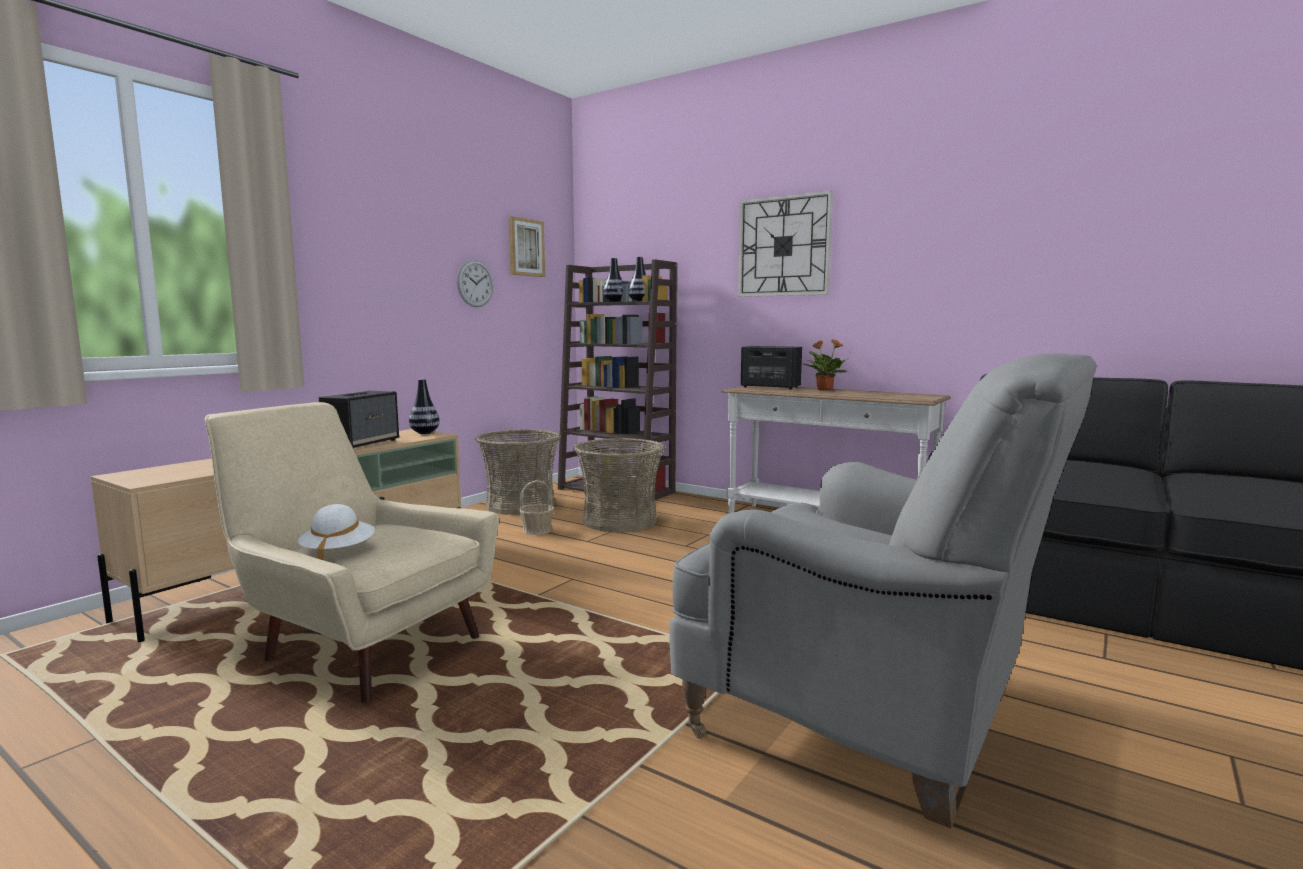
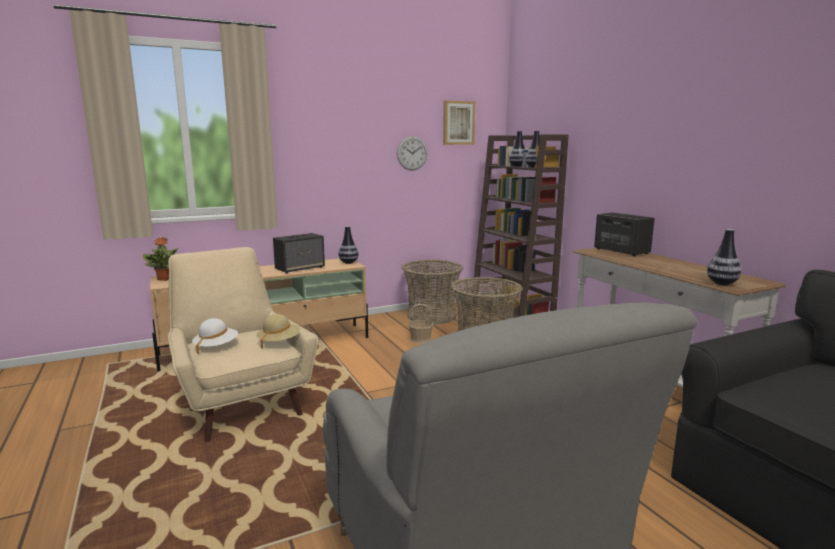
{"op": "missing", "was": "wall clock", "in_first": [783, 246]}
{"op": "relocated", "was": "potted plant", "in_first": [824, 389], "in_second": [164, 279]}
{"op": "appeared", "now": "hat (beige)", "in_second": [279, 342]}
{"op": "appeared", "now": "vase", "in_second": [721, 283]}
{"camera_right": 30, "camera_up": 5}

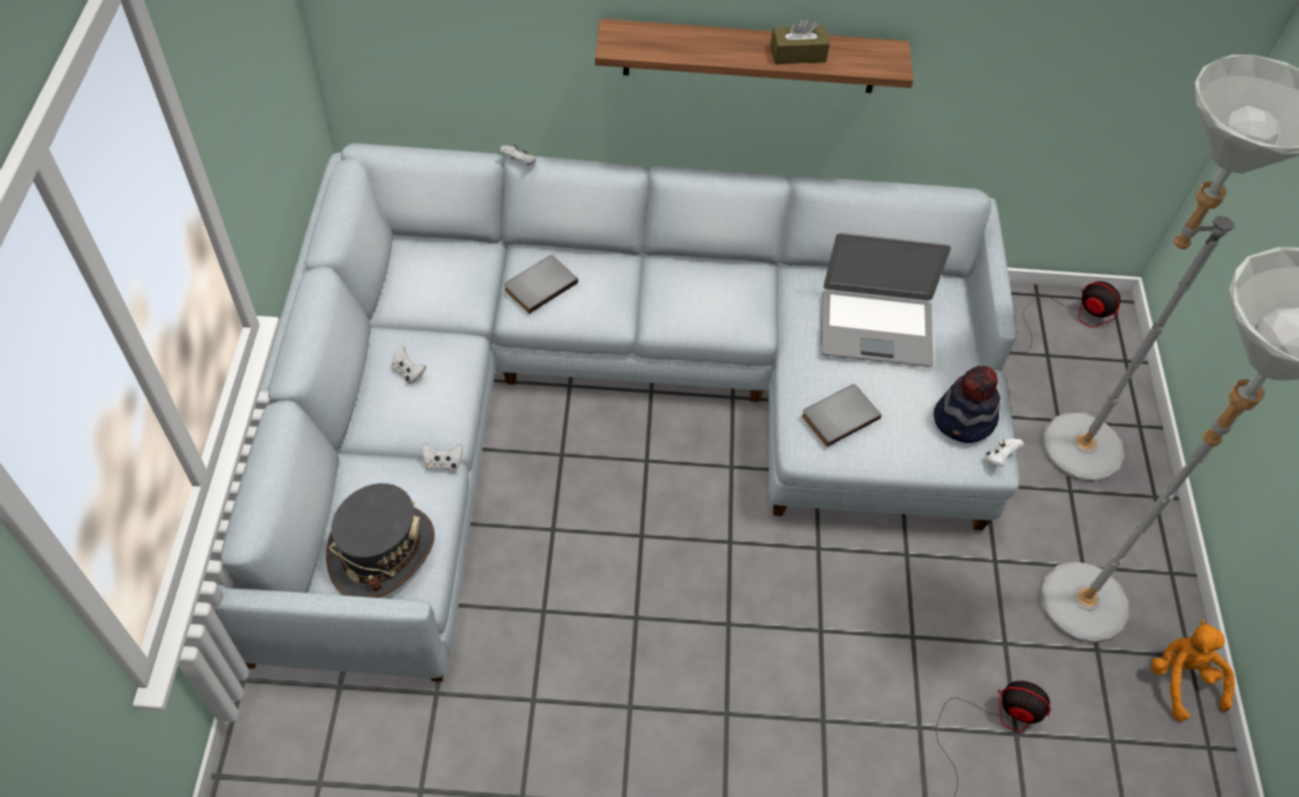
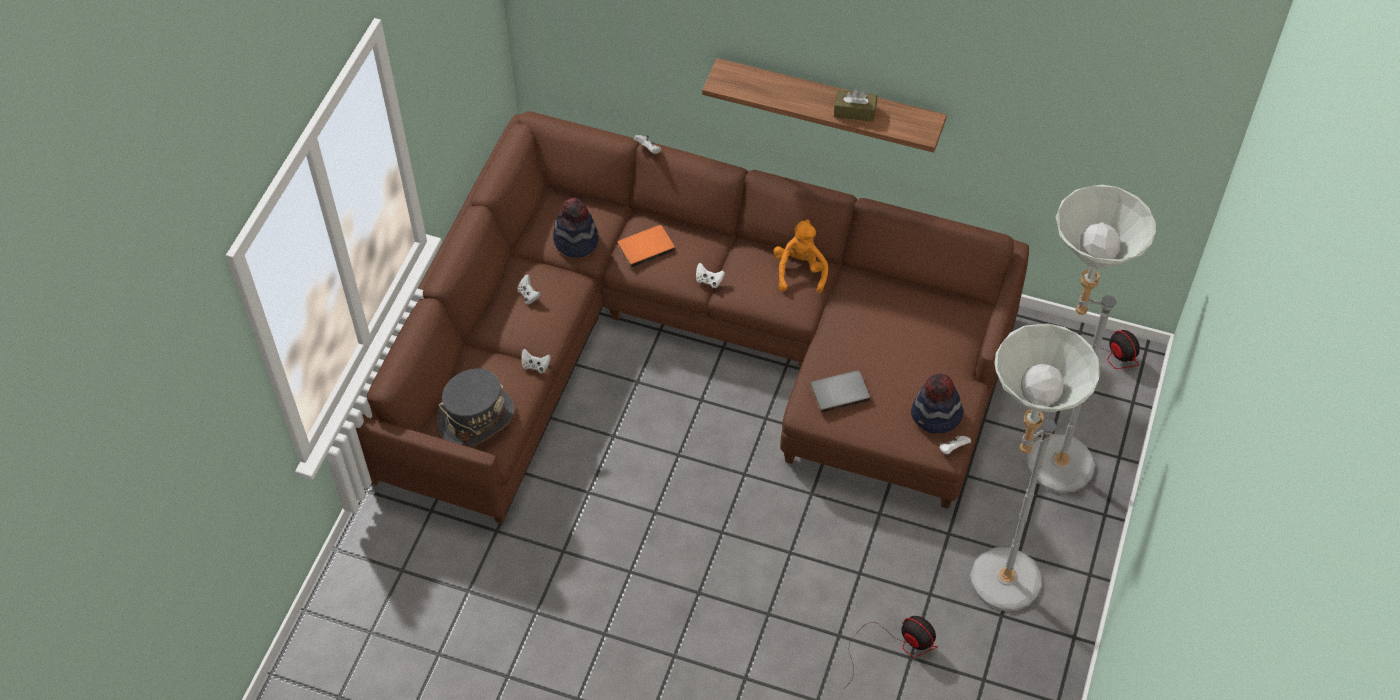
{"op": "colour", "was": "sofa (grey)", "now": "sofa (brown)", "in_first": [611, 399], "in_second": [689, 347]}
{"op": "colour", "was": "book (grey)", "now": "book (orange)", "in_first": [539, 284], "in_second": [645, 246]}
{"op": "missing", "was": "laptop", "in_first": [875, 327]}
{"op": "relocated", "was": "plush toy (orange)", "in_first": [1181, 680], "in_second": [800, 271]}
{"op": "appeared", "now": "hat", "in_second": [576, 240]}
{"op": "appeared", "now": "game controller (white)", "in_second": [709, 281]}
{"camera_right": 20, "camera_up": 0}

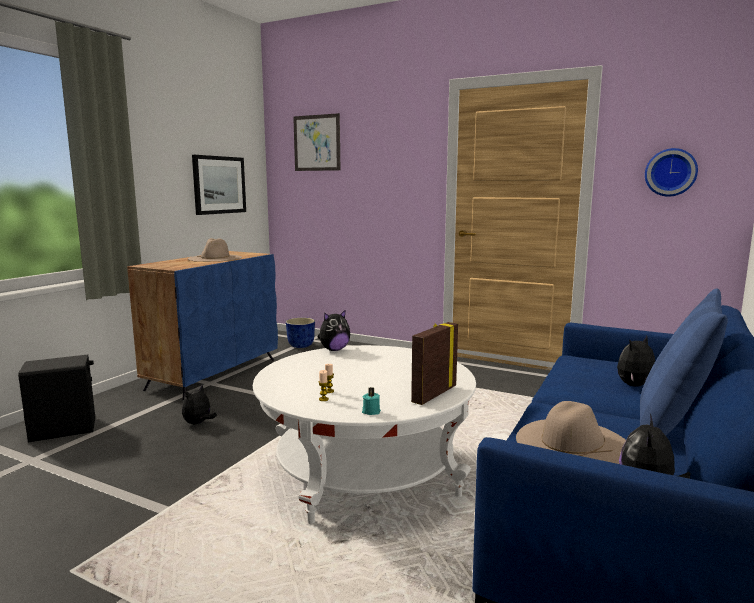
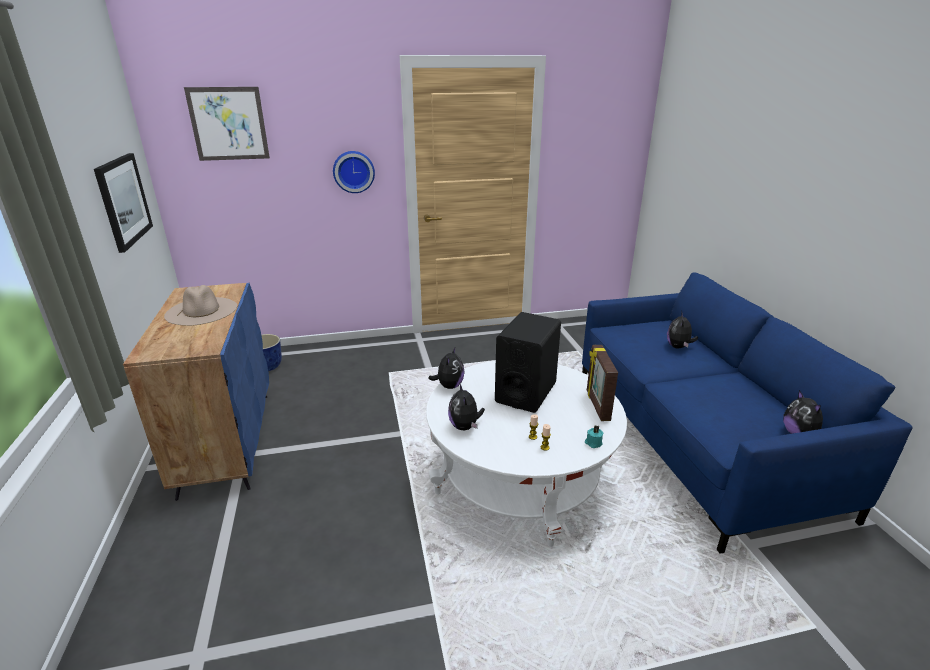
{"op": "relocated", "was": "speaker (black)", "in_first": [64, 429], "in_second": [526, 392]}
{"op": "relocated", "was": "plush toy", "in_first": [198, 423], "in_second": [465, 426]}
{"op": "missing", "was": "hat (beige)", "in_first": [572, 443]}
{"op": "missing", "was": "pillow (blue)", "in_first": [672, 425]}
{"op": "relocated", "was": "wall clock", "in_first": [670, 172], "in_second": [353, 171]}
{"camera_right": -40, "camera_up": 15}

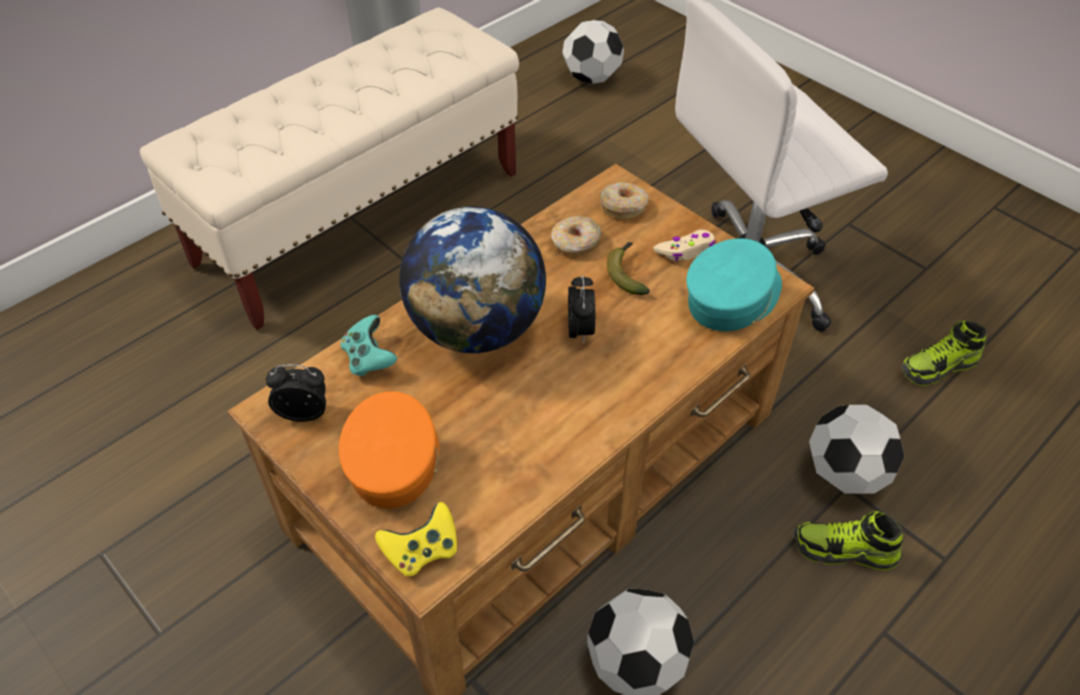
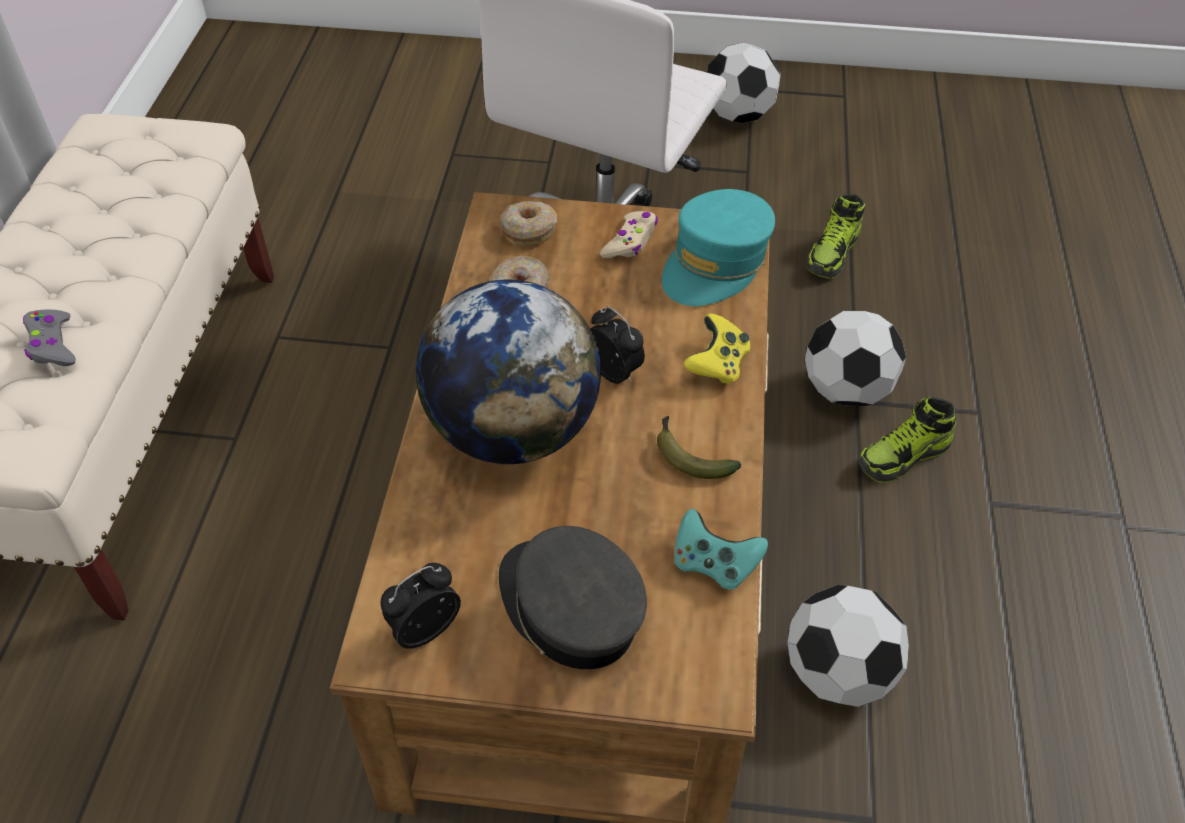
{"op": "colour", "was": "cap (orange)", "now": "cap (grey)", "in_first": [394, 458], "in_second": [569, 609]}
{"op": "relocated", "was": "game controller (turquoise)", "in_first": [369, 358], "in_second": [713, 564]}
{"op": "relocated", "was": "game controller (yellow)", "in_first": [422, 551], "in_second": [717, 365]}
{"op": "relocated", "was": "football", "in_first": [592, 78], "in_second": [738, 115]}
{"op": "relocated", "was": "banana", "in_first": [627, 273], "in_second": [689, 456]}
{"op": "spun", "was": "cap (turquoise)", "in_first": [732, 298], "in_second": [715, 263], "clockwise": -150}
{"op": "appeared", "now": "game controller (grey)", "in_second": [52, 345]}
{"camera_right": -40, "camera_up": 0}

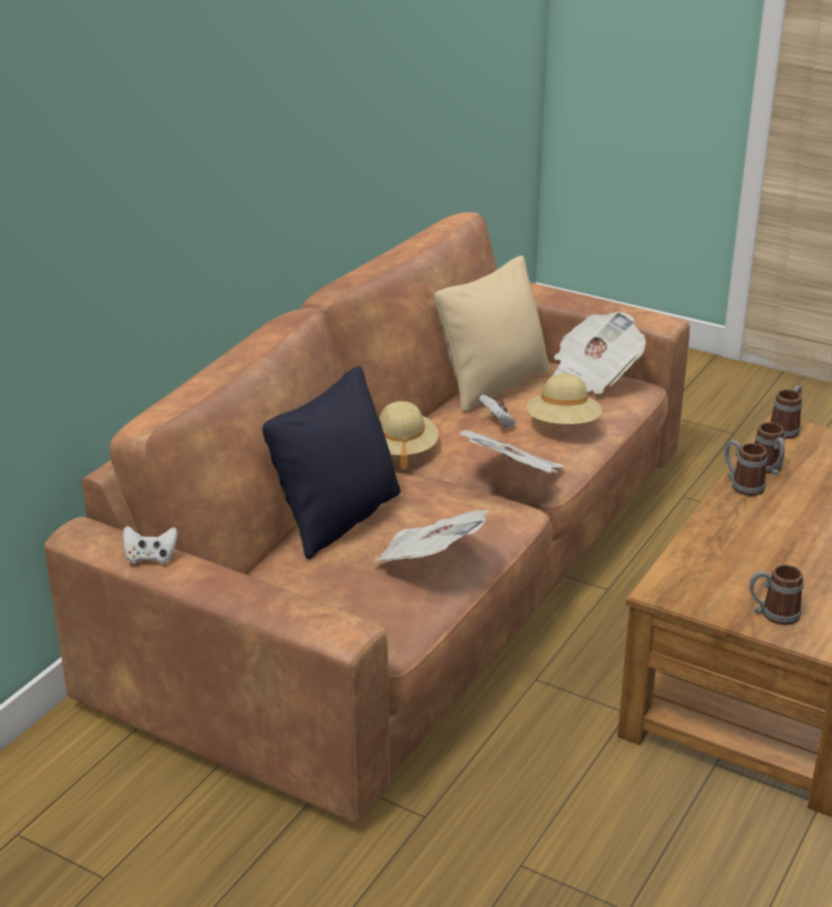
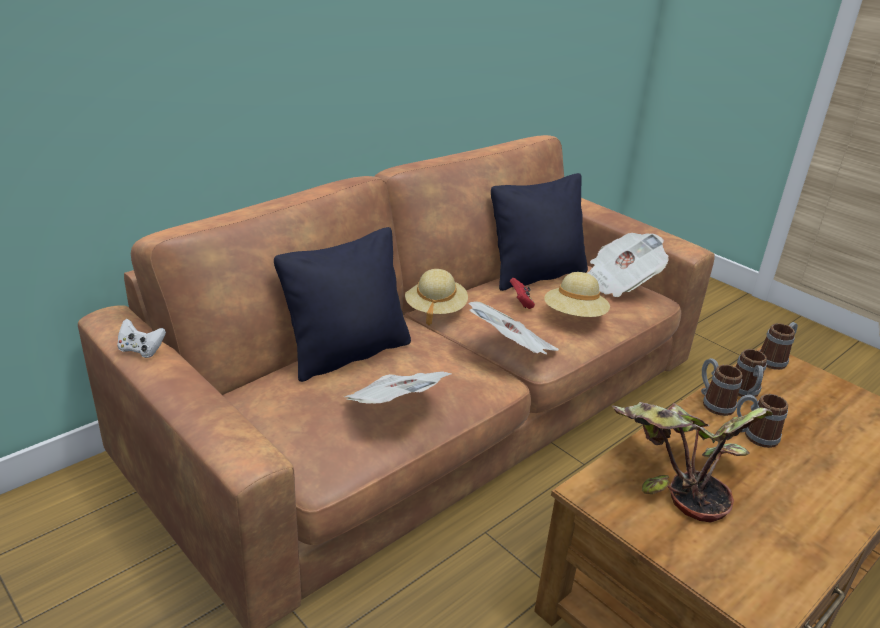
{"op": "colour", "was": "pillow (beige)", "now": "pillow (black)", "in_first": [494, 385], "in_second": [536, 275]}
{"op": "colour", "was": "game controller (white)", "now": "game controller (red)", "in_first": [498, 422], "in_second": [521, 303]}
{"op": "relocated", "was": "mug", "in_first": [772, 614], "in_second": [754, 435]}
{"op": "appeared", "now": "potted plant", "in_second": [672, 474]}
{"camera_right": 15, "camera_up": 0}

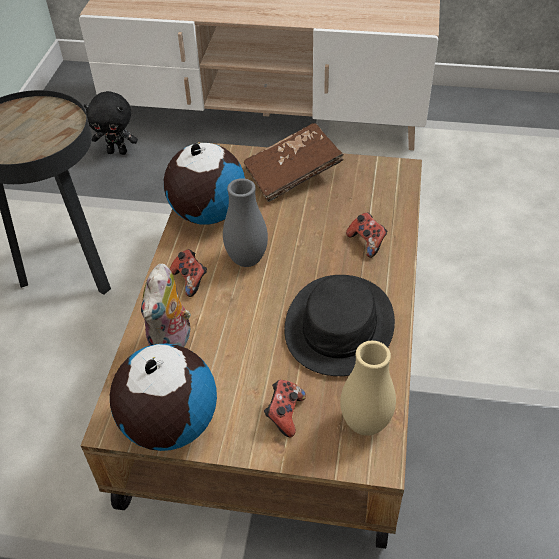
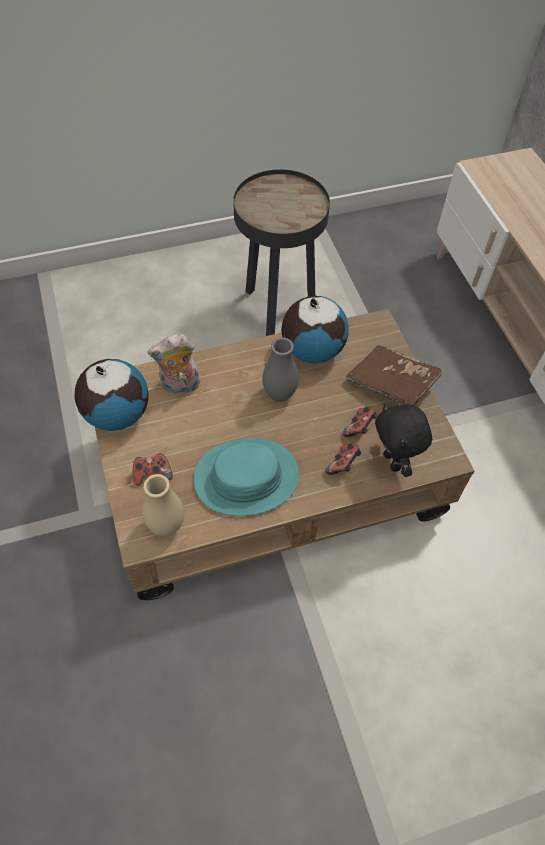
{"op": "relocated", "was": "plush toy (black)", "in_first": [118, 152], "in_second": [393, 461]}
{"op": "relocated", "was": "game controller", "in_first": [190, 280], "in_second": [359, 428]}
{"op": "colour", "was": "hat (black)", "now": "hat (turquoise)", "in_first": [340, 326], "in_second": [246, 478]}
{"camera_right": 60, "camera_up": 10}

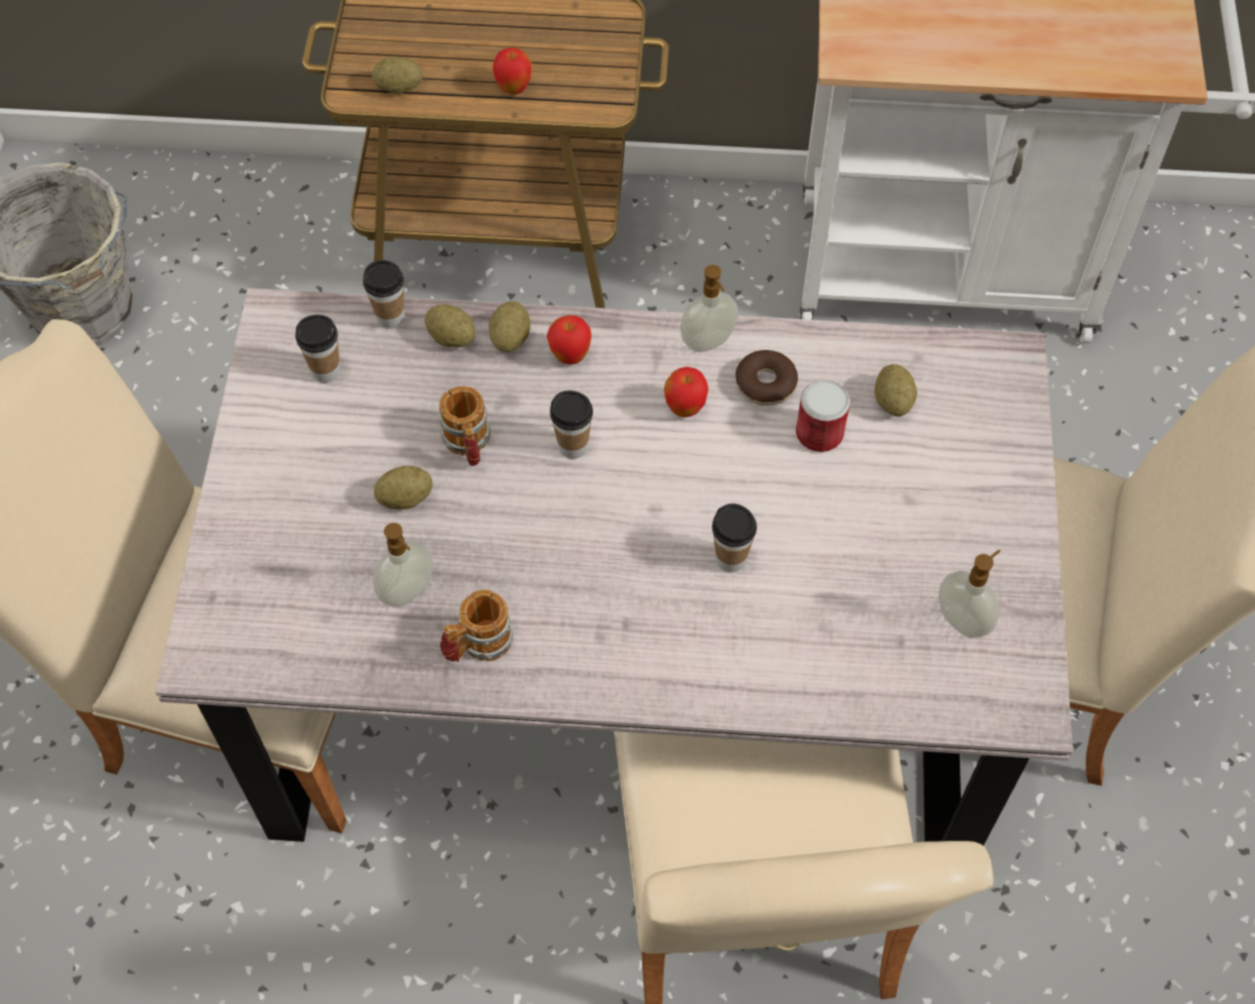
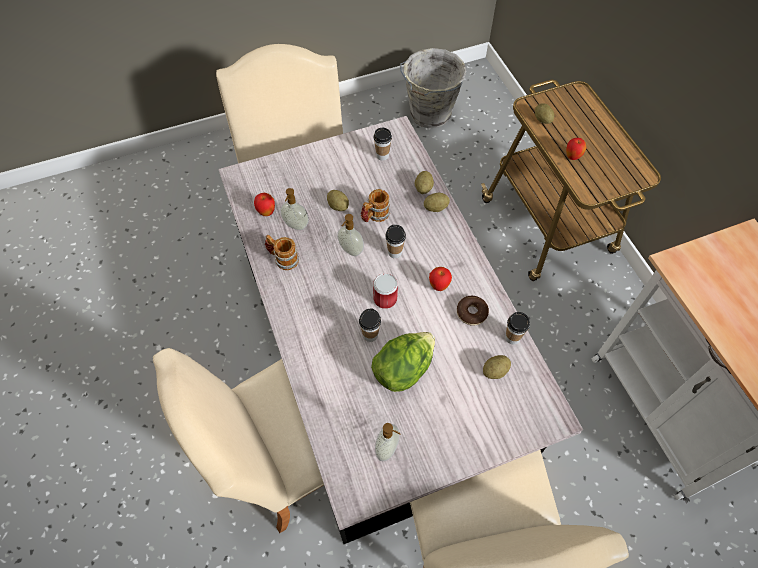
{"op": "relocated", "was": "cup", "in_first": [390, 317], "in_second": [512, 337]}
{"op": "relocated", "was": "apple", "in_first": [570, 356], "in_second": [266, 212]}
{"op": "relocated", "was": "soap dispenser", "in_first": [708, 342], "in_second": [350, 250]}
{"op": "relocated", "was": "can", "in_first": [819, 433], "in_second": [385, 299]}
{"op": "appeared", "now": "lettuce", "in_second": [403, 369]}
{"camera_right": 65, "camera_up": 0}

